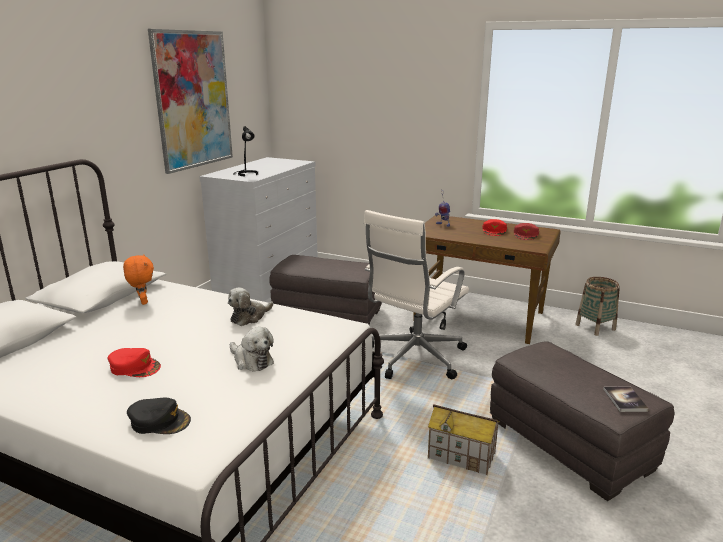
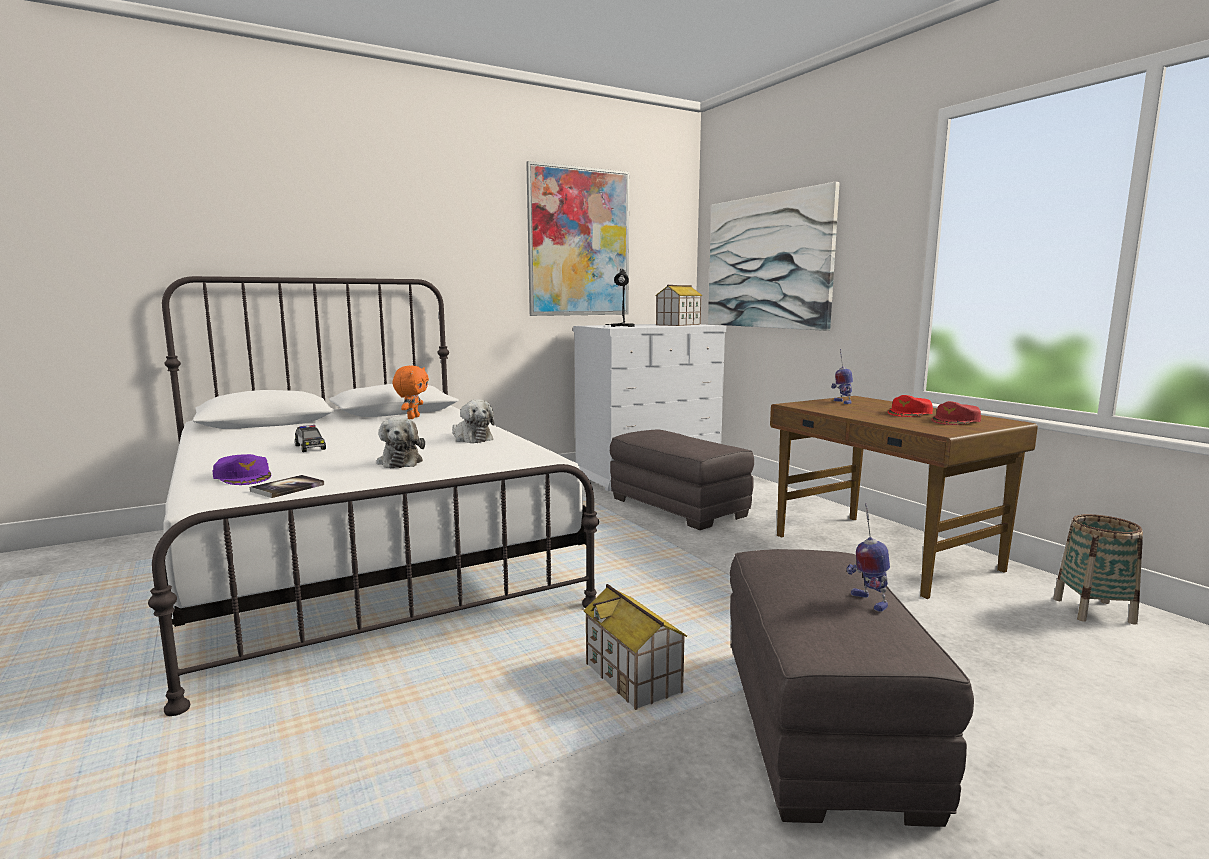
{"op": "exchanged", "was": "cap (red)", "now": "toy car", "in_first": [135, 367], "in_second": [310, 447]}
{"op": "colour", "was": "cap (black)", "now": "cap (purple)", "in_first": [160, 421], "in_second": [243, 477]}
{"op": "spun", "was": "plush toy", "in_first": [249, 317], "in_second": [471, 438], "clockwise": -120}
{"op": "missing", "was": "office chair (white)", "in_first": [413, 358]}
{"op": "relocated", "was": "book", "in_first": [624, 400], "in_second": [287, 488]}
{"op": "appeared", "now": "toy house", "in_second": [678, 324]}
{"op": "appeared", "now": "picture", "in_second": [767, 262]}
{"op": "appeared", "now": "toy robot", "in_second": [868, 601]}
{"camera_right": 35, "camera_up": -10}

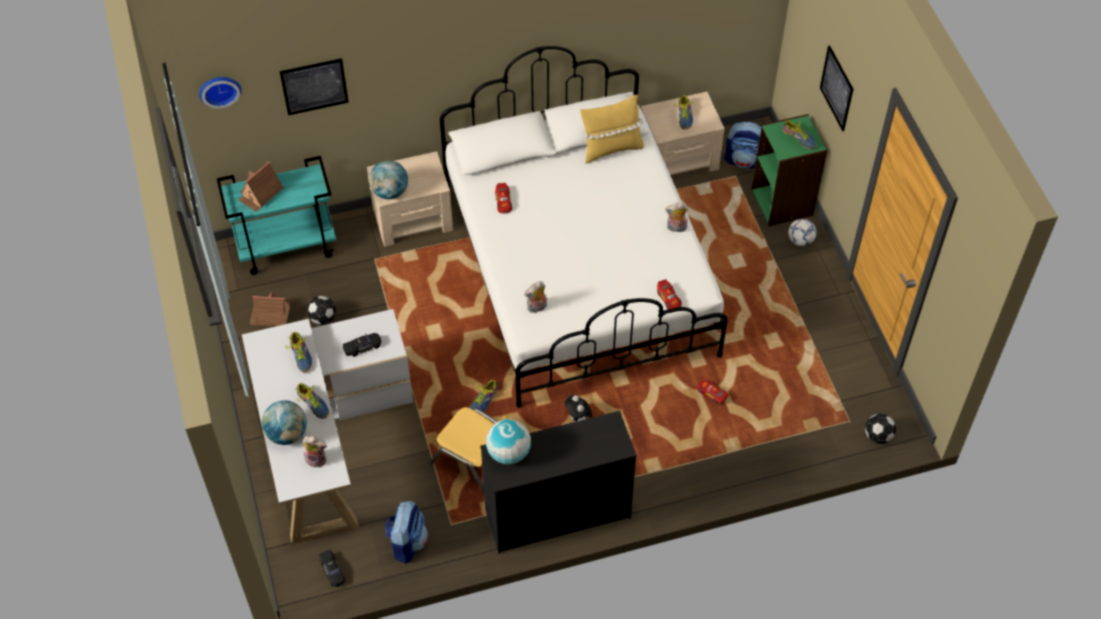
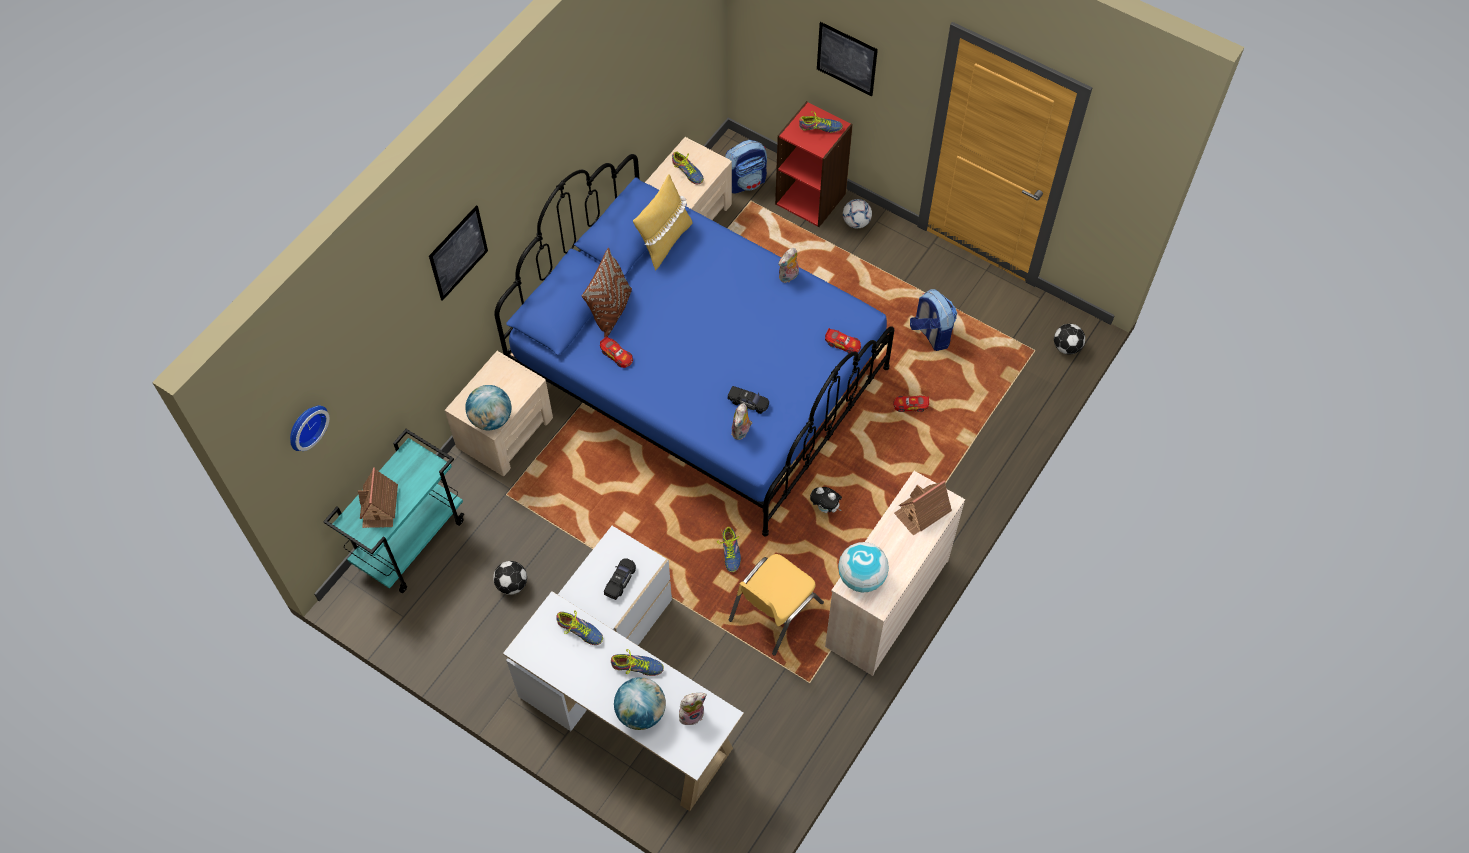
{"op": "relocated", "was": "toy house", "in_first": [270, 316], "in_second": [922, 511]}
{"op": "relocated", "was": "picture", "in_first": [314, 86], "in_second": [458, 253]}
{"op": "relocated", "was": "toy car (black)", "in_first": [332, 571], "in_second": [748, 402]}
{"op": "relocated", "was": "backpack", "in_first": [407, 542], "in_second": [931, 334]}
{"op": "spun", "was": "chair (yellow)", "in_first": [474, 460], "in_second": [774, 611], "clockwise": 135}
{"op": "colour", "was": "bed (white)", "now": "bed (blue)", "in_first": [579, 271], "in_second": [700, 376]}
{"op": "colour", "was": "dresser (black)", "now": "dresser (beige)", "in_first": [557, 513], "in_second": [886, 603]}
{"op": "colour", "was": "bookcase (green)", "now": "bookcase (red)", "in_first": [783, 202], "in_second": [811, 198]}
{"op": "appeared", "now": "pillow (brown)", "in_second": [611, 311]}
{"camera_right": -40, "camera_up": 5}

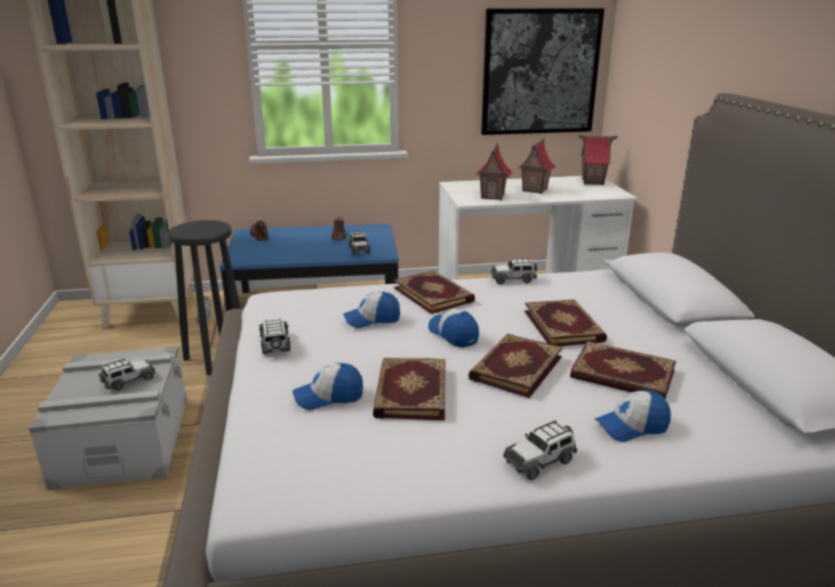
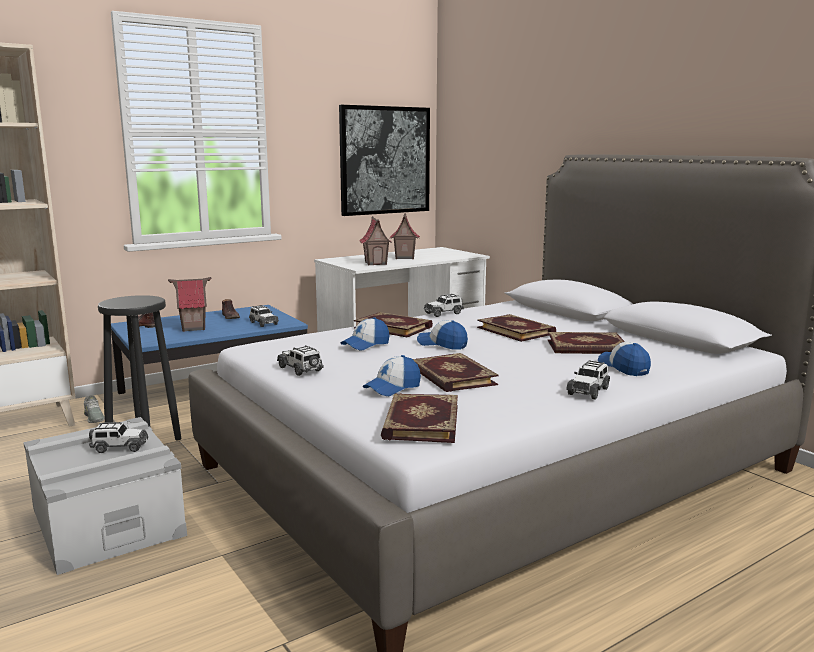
{"op": "spun", "was": "toy car", "in_first": [129, 381], "in_second": [119, 447], "clockwise": 60}
{"op": "relocated", "was": "book", "in_first": [514, 367], "in_second": [419, 422]}
{"op": "relocated", "was": "toy house", "in_first": [592, 182], "in_second": [193, 328]}
{"op": "spun", "was": "cap", "in_first": [631, 426], "in_second": [623, 368], "clockwise": 105}
{"camera_right": -25, "camera_up": -10}

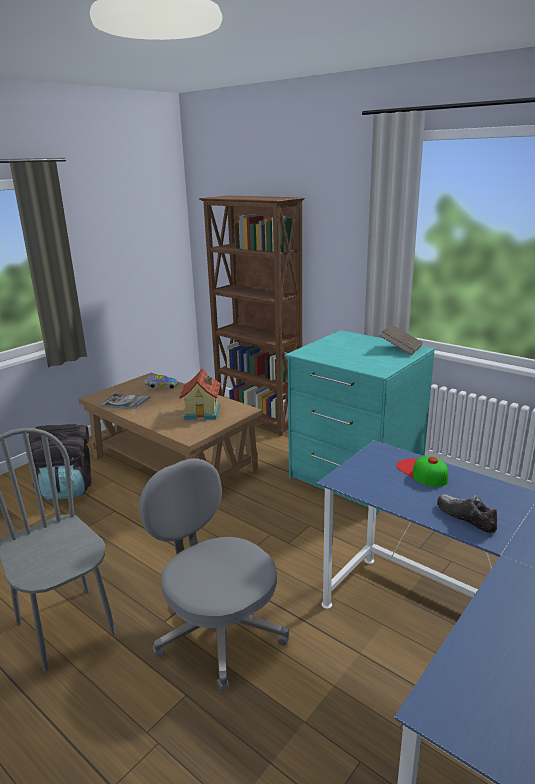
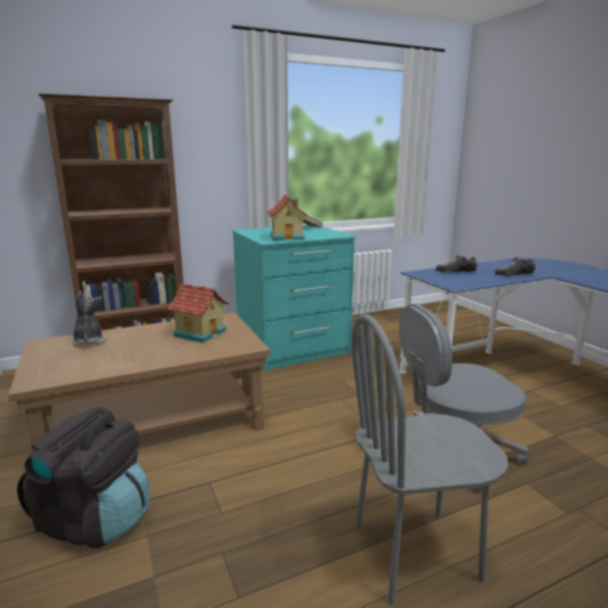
{"op": "missing", "was": "book", "in_first": [125, 402]}
{"op": "exchanged", "was": "toy car", "now": "plush toy", "in_first": [161, 387], "in_second": [89, 341]}
{"op": "exchanged", "was": "cap", "now": "shoe", "in_first": [422, 472], "in_second": [455, 271]}
{"op": "appeared", "now": "toy house", "in_second": [288, 237]}
{"camera_right": -65, "camera_up": -5}

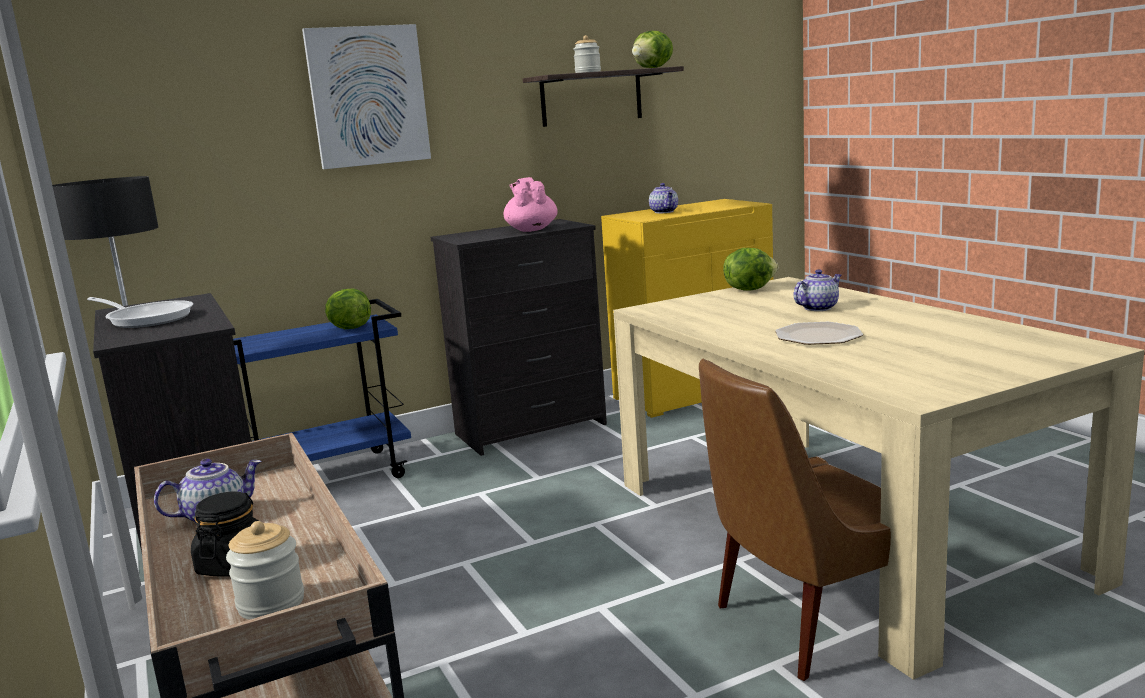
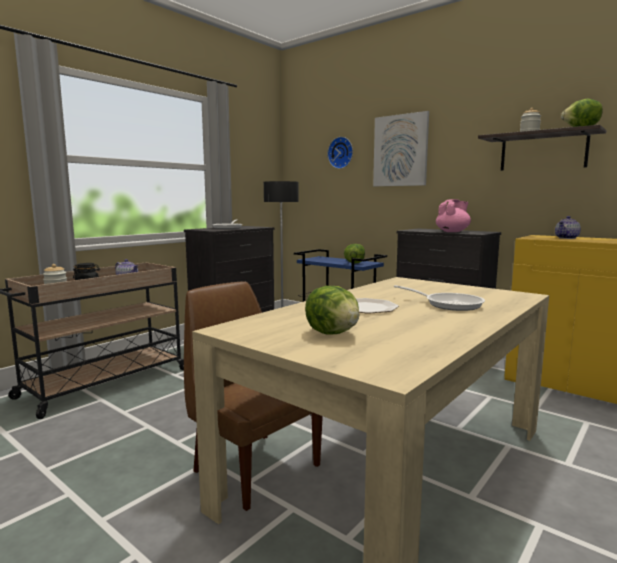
{"op": "relocated", "was": "lettuce", "in_first": [749, 289], "in_second": [333, 333]}
{"op": "exchanged", "was": "teapot", "now": "frying pan", "in_first": [817, 308], "in_second": [448, 304]}
{"op": "appeared", "now": "wall clock", "in_second": [341, 153]}
{"camera_right": 65, "camera_up": -5}

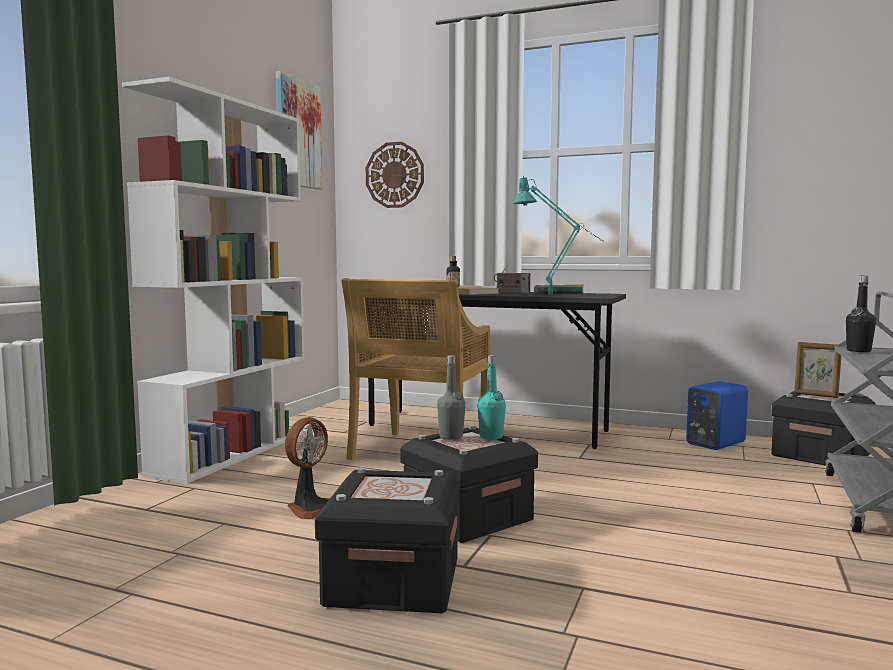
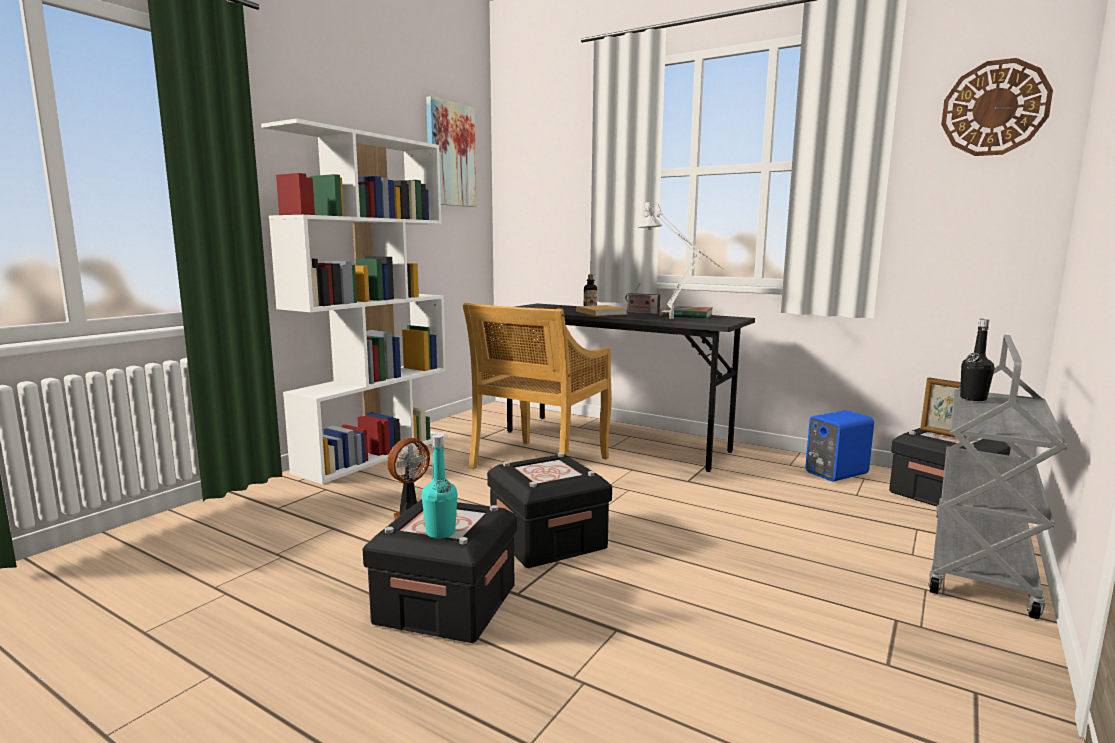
{"op": "relocated", "was": "wall clock", "in_first": [394, 175], "in_second": [994, 108]}
{"op": "missing", "was": "bottle (grey)", "in_first": [451, 437]}
{"op": "relocated", "was": "bottle (turquoise)", "in_first": [491, 437], "in_second": [440, 533]}
{"op": "colour", "was": "table lamp (turquoise)", "now": "table lamp (grey)", "in_first": [556, 296], "in_second": [677, 321]}
{"camera_right": 10, "camera_up": 5}

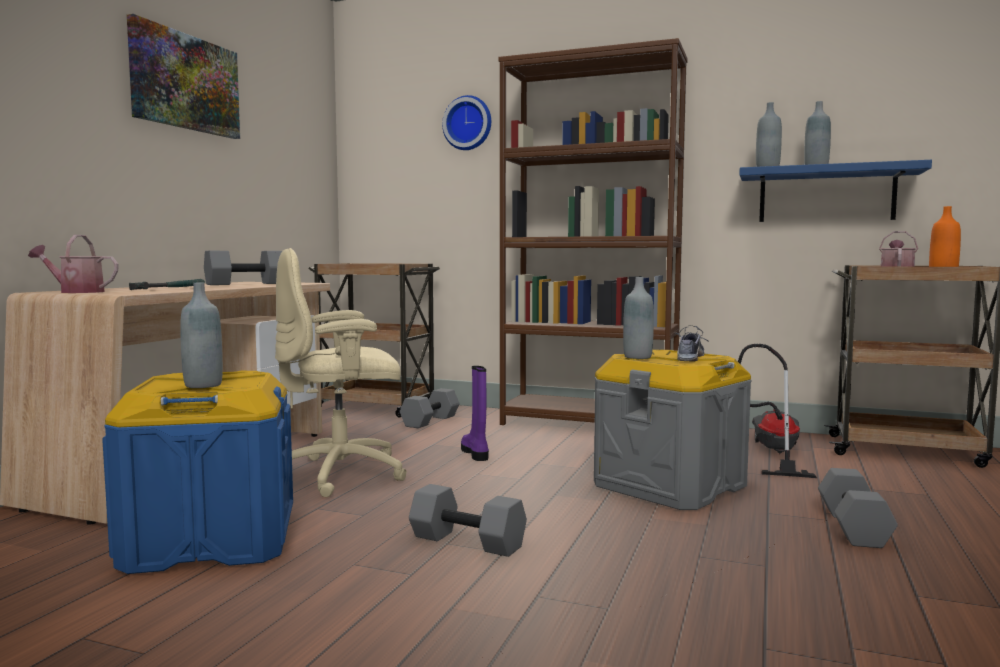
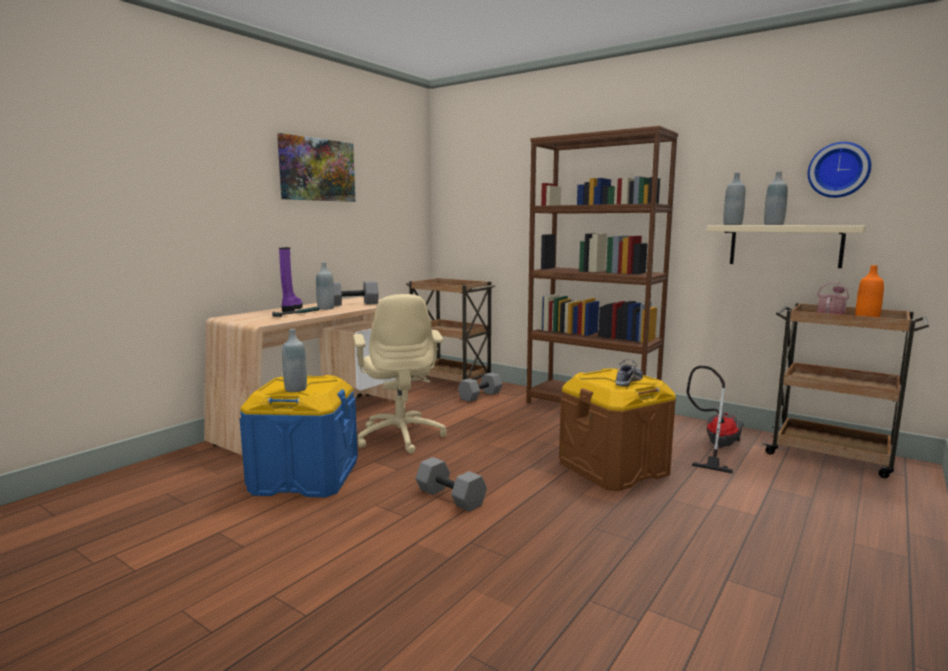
{"op": "missing", "was": "watering can", "in_first": [76, 292]}
{"op": "spun", "was": "office chair (beige)", "in_first": [342, 474], "in_second": [401, 436], "clockwise": -105}
{"op": "relocated", "was": "wall clock", "in_first": [468, 123], "in_second": [839, 170]}
{"op": "relocated", "was": "boot (purple)", "in_first": [476, 453], "in_second": [291, 309]}
{"op": "colour", "was": "storage box (grey)", "now": "storage box (brown)", "in_first": [669, 485], "in_second": [613, 468]}
{"op": "relocated", "was": "bottle (grey)", "in_first": [637, 357], "in_second": [326, 308]}
{"op": "colour", "was": "shelf (blue)", "now": "shelf (beige)", "in_first": [826, 195], "in_second": [785, 245]}
{"op": "missing", "was": "dumbbell (grey)", "in_first": [855, 528]}
{"camera_right": 15, "camera_up": 5}

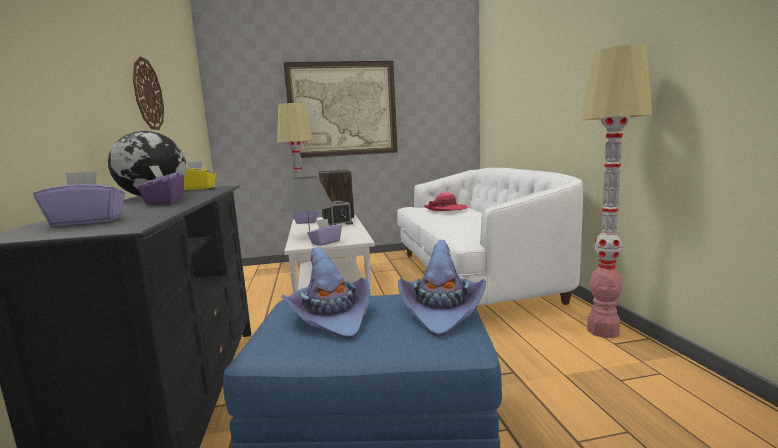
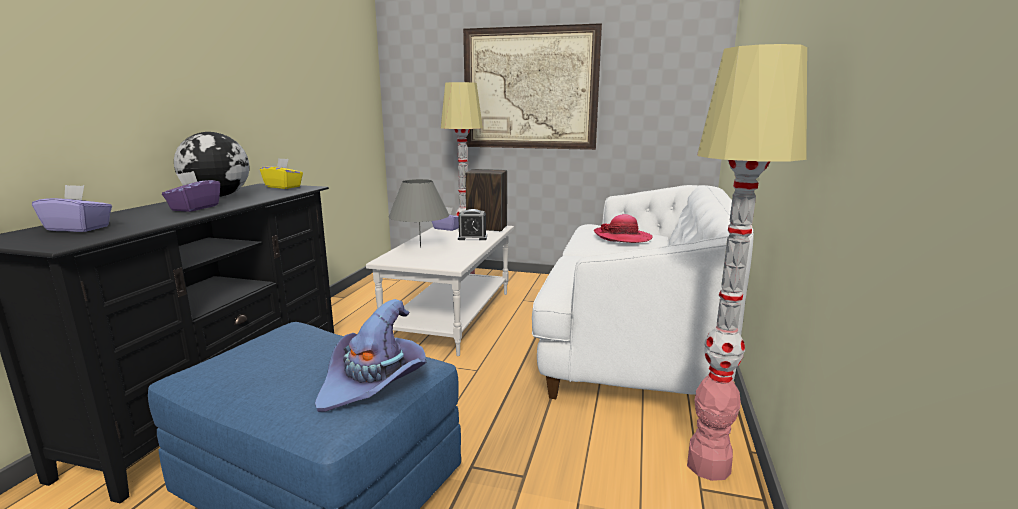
{"op": "missing", "was": "wall clock", "in_first": [147, 94]}
{"op": "missing", "was": "hat (purple)", "in_first": [331, 317]}
{"op": "missing", "was": "tissue box (purple)", "in_first": [325, 242]}
{"camera_right": 25, "camera_up": 5}

